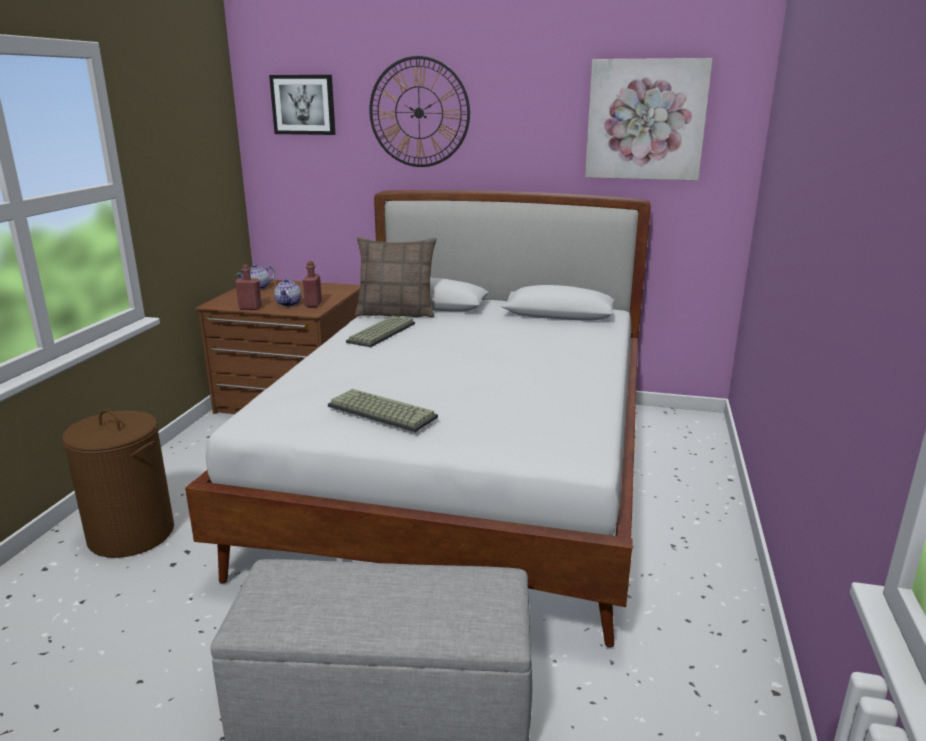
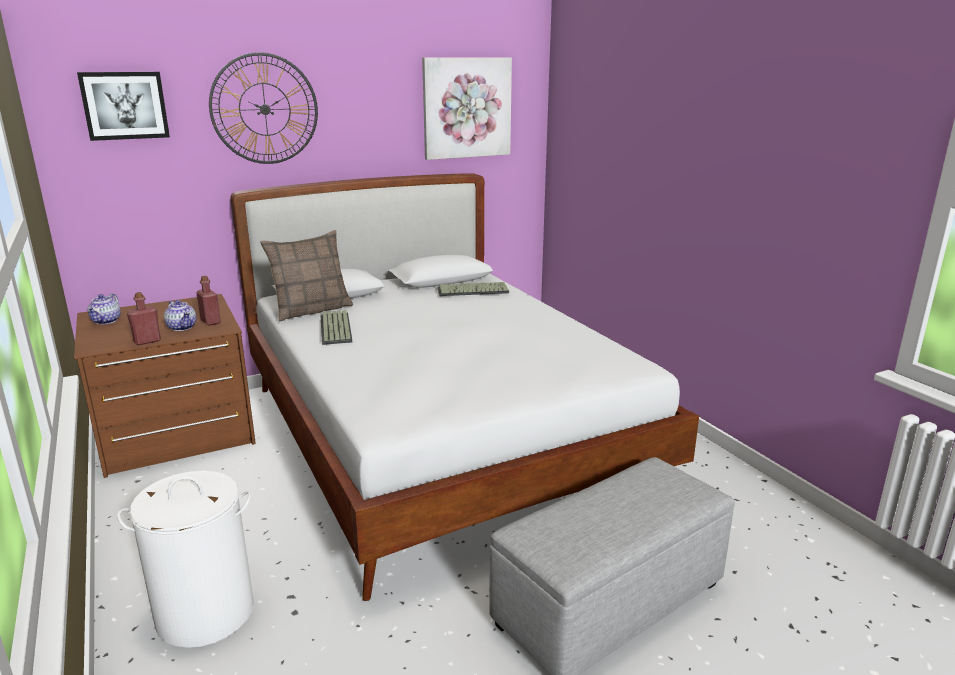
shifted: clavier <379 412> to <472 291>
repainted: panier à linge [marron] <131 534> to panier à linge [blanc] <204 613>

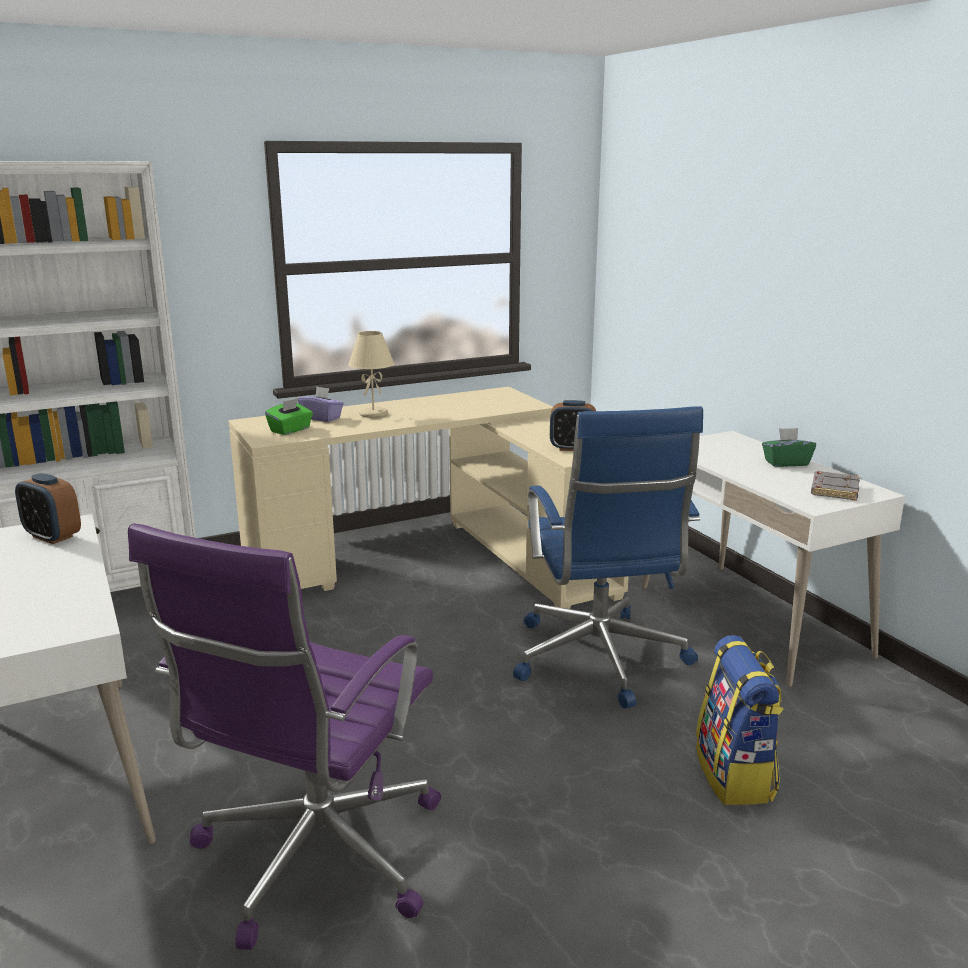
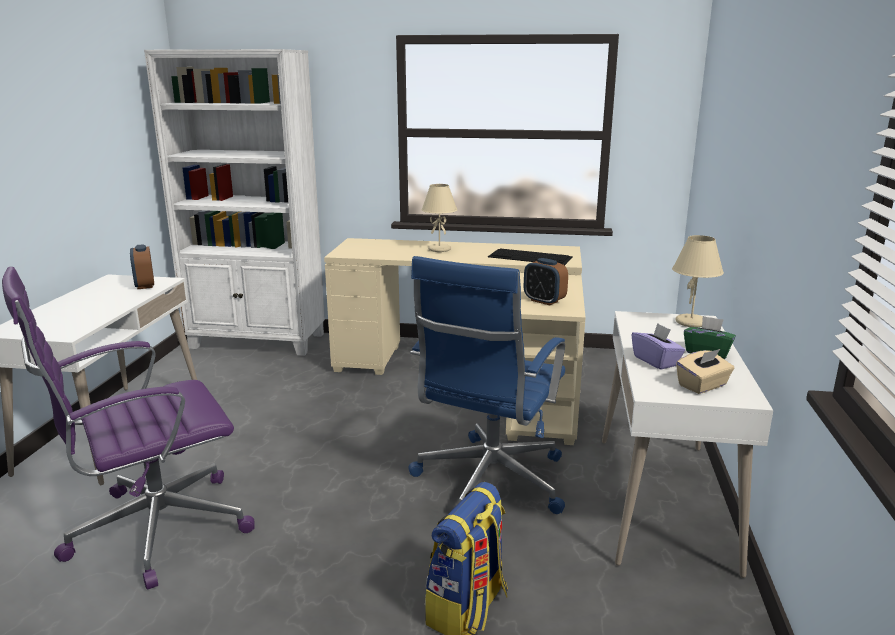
gone: boîte à mouchoirs [vert] <290 430>
new: lampe de table [beige] <691 323>; clavier <531 257>
shifted: boîte à mouchoirs [violet] <322 418> to <656 361>
swapped: livre [gris] <833 490> to boîte à mouchoirs [beige] <703 385>

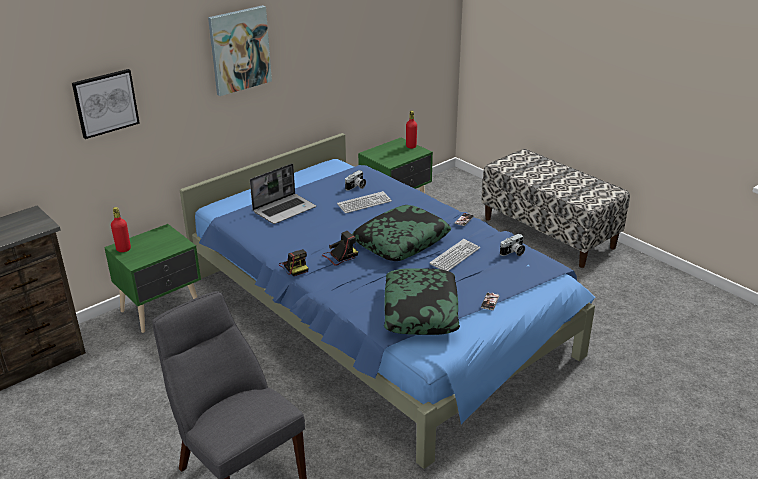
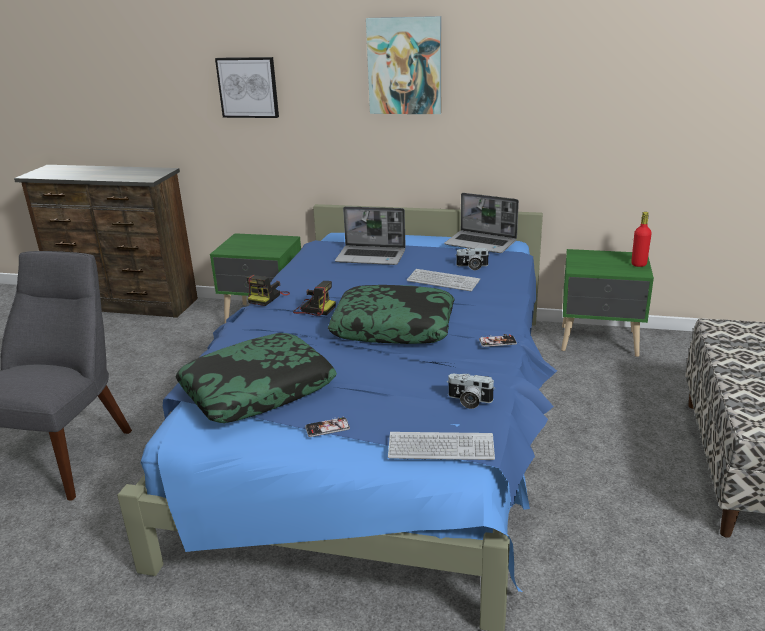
gone: bouteille [rouge] <123 249>
new: ordinateur portable <481 243>
shifted: clavier <455 256> to <441 448>

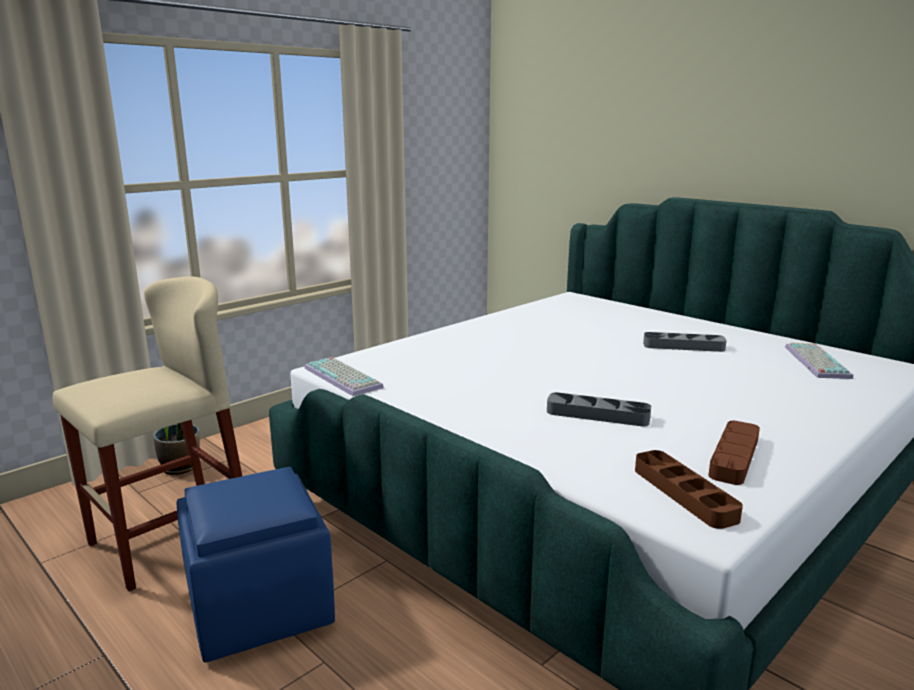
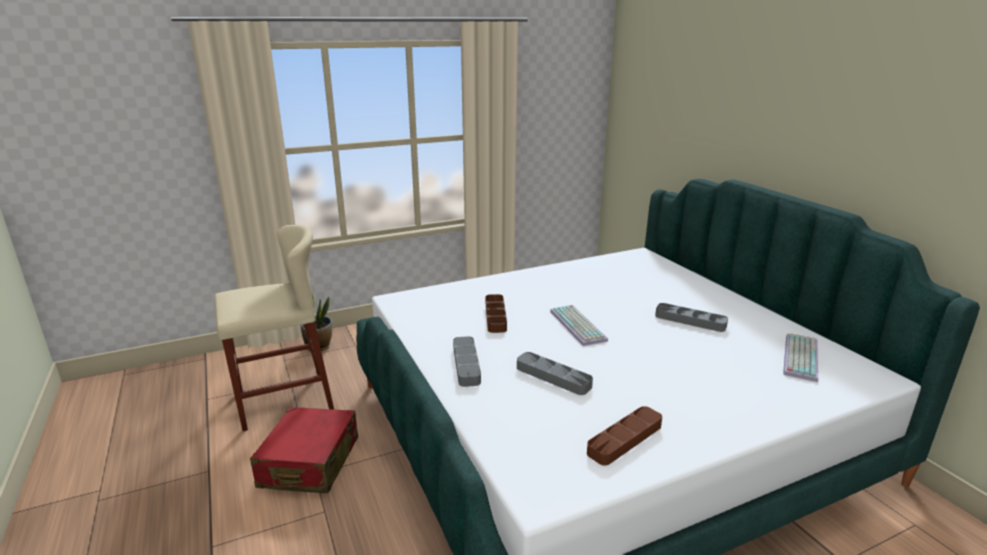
new: plateau [gris] <466 364>
shifted: clavier <344 377> to <579 326>; plateau [marron] <684 493> to <495 316>
swapped: pouf [bleu] <261 608> to valise [rouge] <309 463>

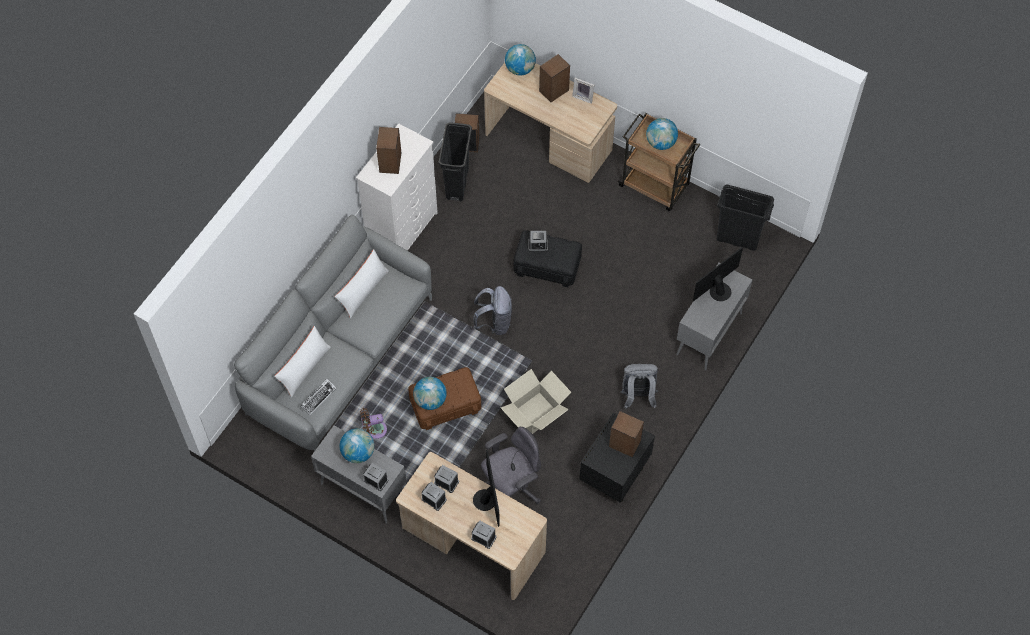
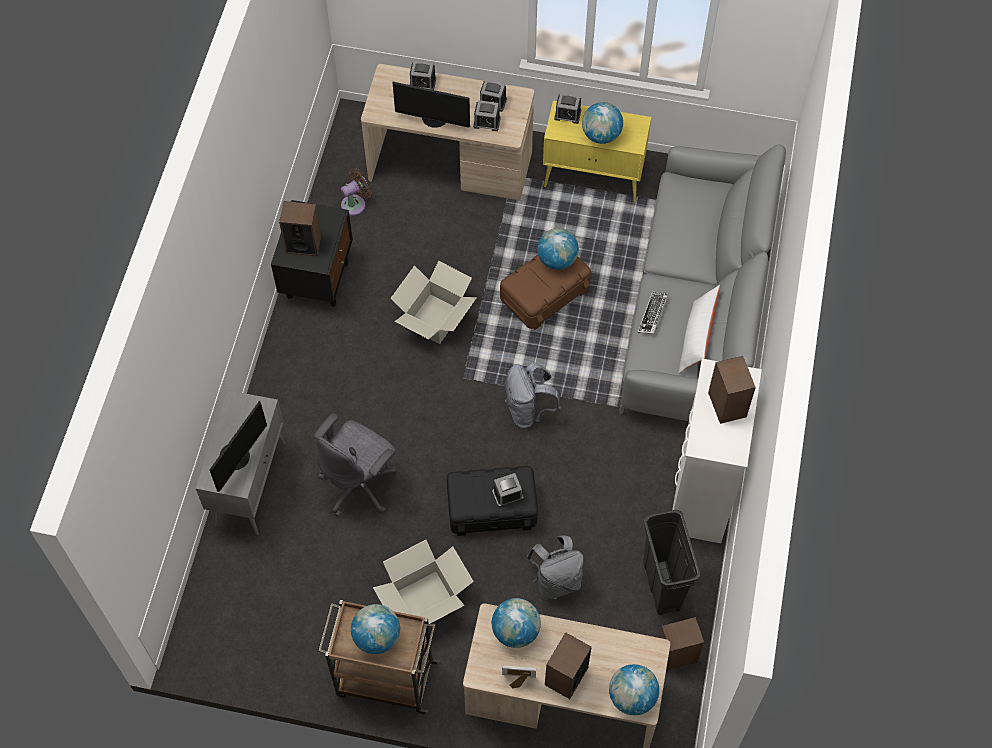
gone: poubelle [noir] <738 239>; coussin [blanc] <304 368>
new: carton <424 598>; globe <516 631>
shifted: sac à dos [gris] <638 396> to <556 580>; clavier <318 398> to <653 315>; ventilateur [marron] <374 430> to <356 204>; chaise de bureau [gris] <512 487> to <359 484>
repainted: meuble de rangement [gris] <362 489> to meuble de rangement [jaune] <594 178>
rotated: écran d'ordinateur <487 499> = <434 119> 45 degrees counterclockwise

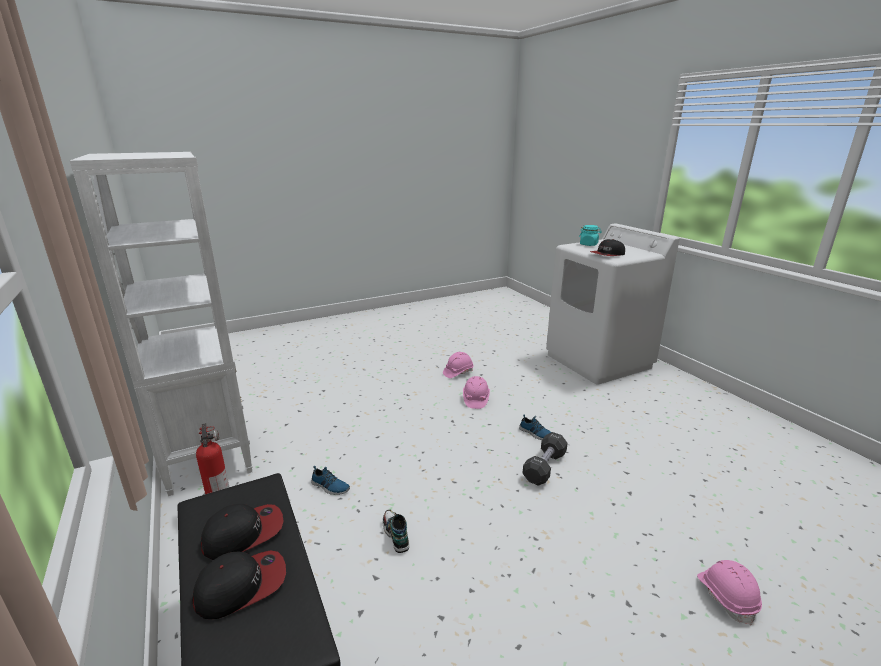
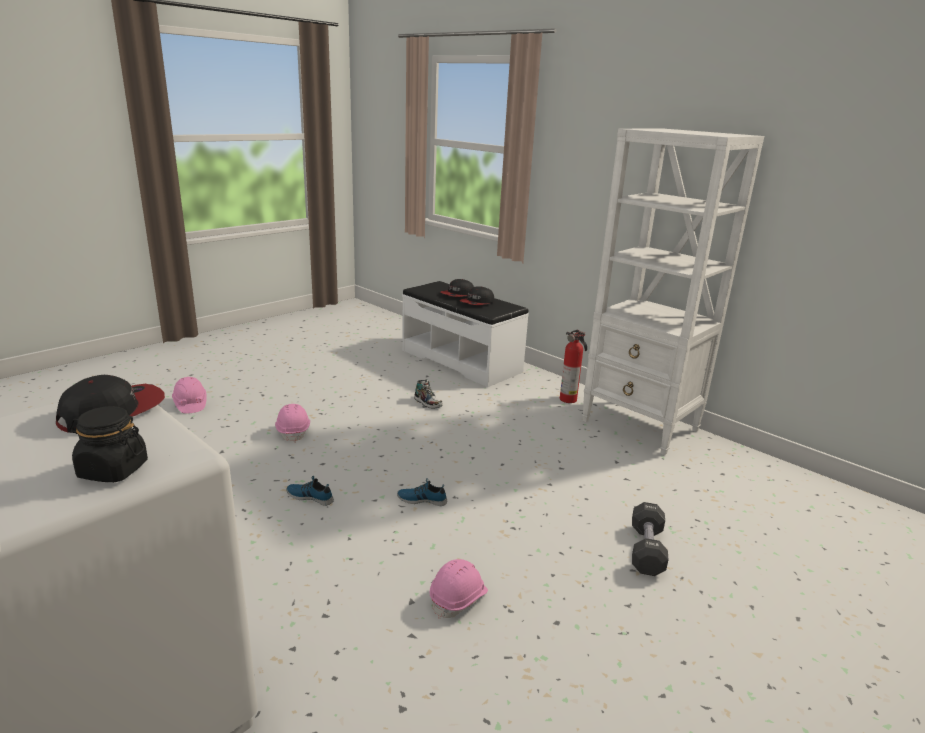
shifted: casque de chantier [rose] <475 399> to <293 431>; haltère [noir] <544 467> to <646 550>; chaussure <330 487> to <422 499>
repainted: bocal [turquoise] <589 244> to bocal [noir] <112 470>

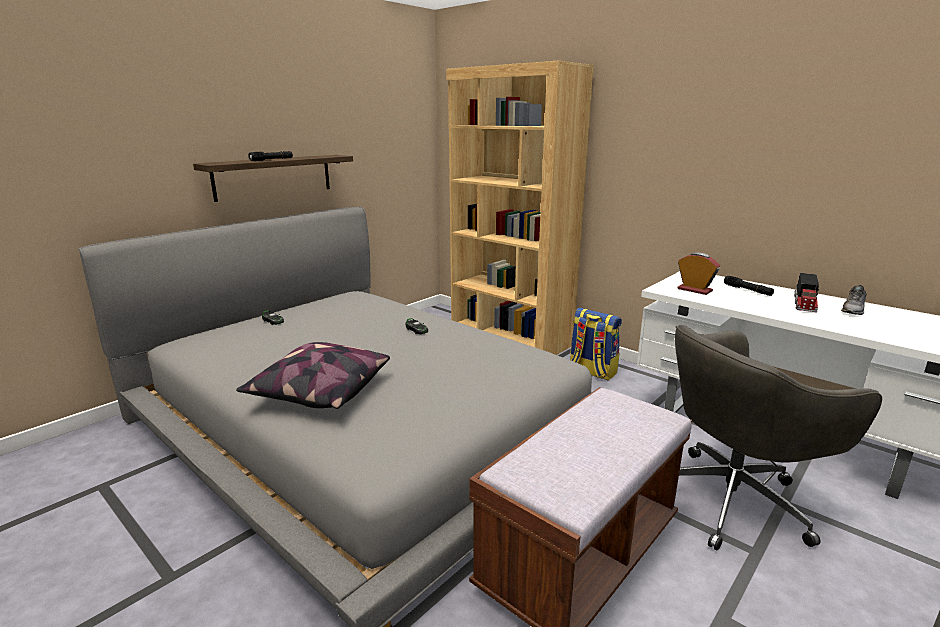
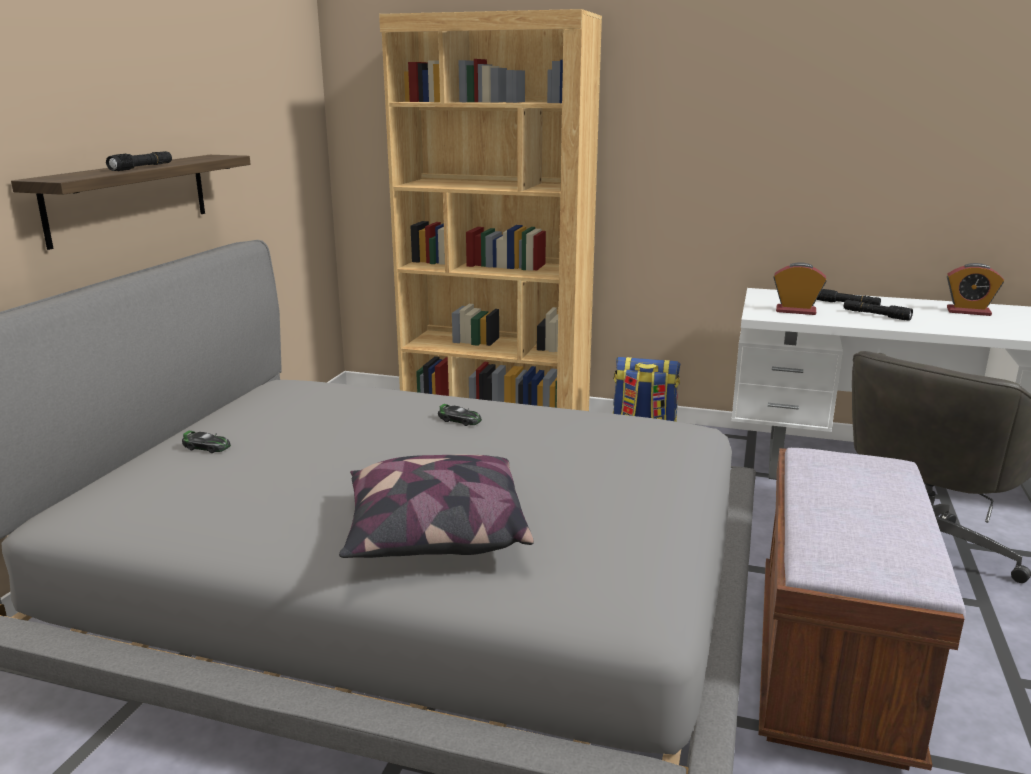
gone: camion jouet <804 303>
new: lampe de poche [noir] <876 315>
swapped: chaussure [gris] <853 310> to réveil <968 312>

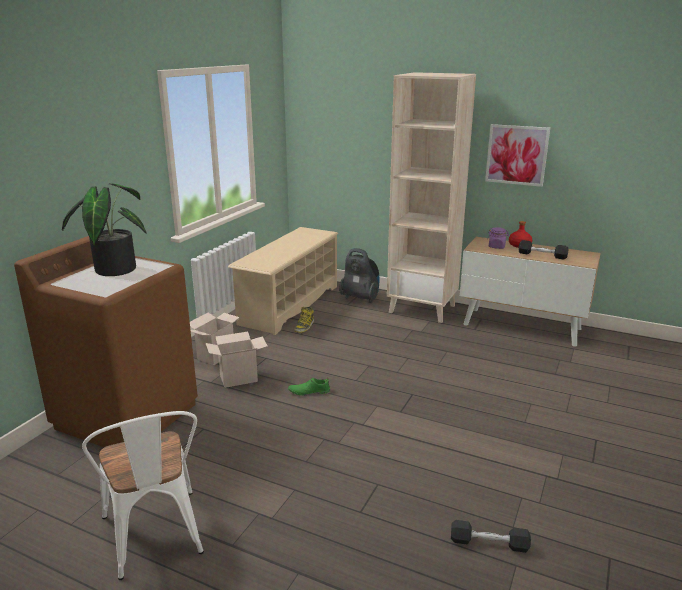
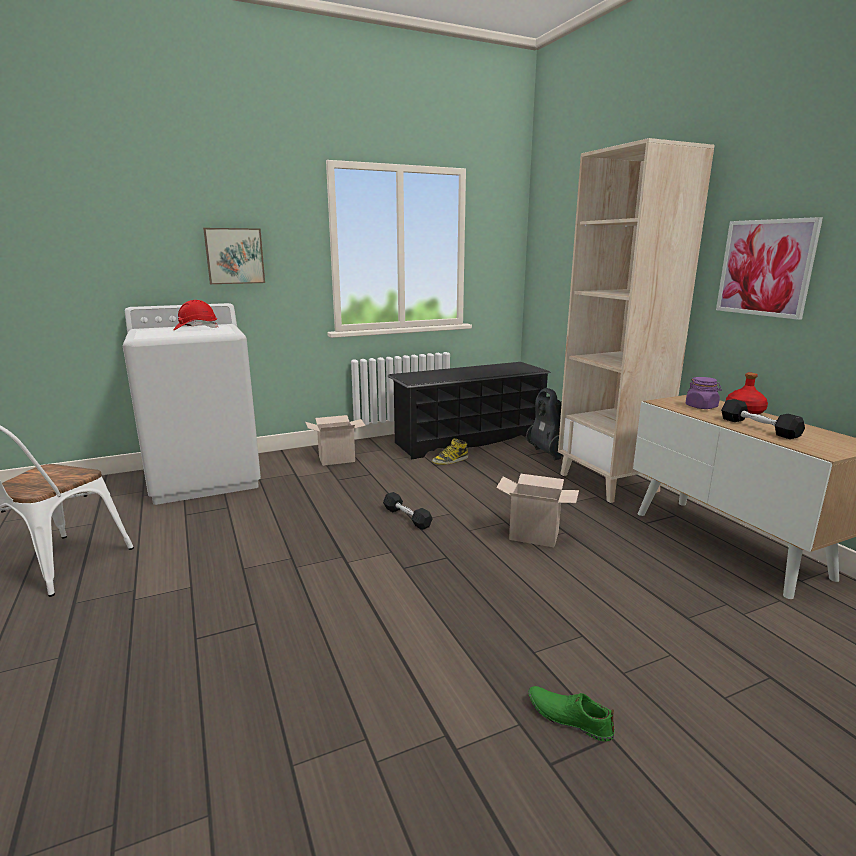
new: tableau <234 256>
shifted: carton <239 378> to <535 535>; chaussure [vert] <309 391> to <569 717>; haltère [noir] <489 543> to <407 517>
swapped: plante en pot <113 268> to casque de chantier [rouge] <196 329>
repainted: étagère à chaussures [beige] <289 305> to étagère à chaussures [noir] <469 440>; lave-linge [marron] <127 415> to lave-linge [blanc] <205 477>

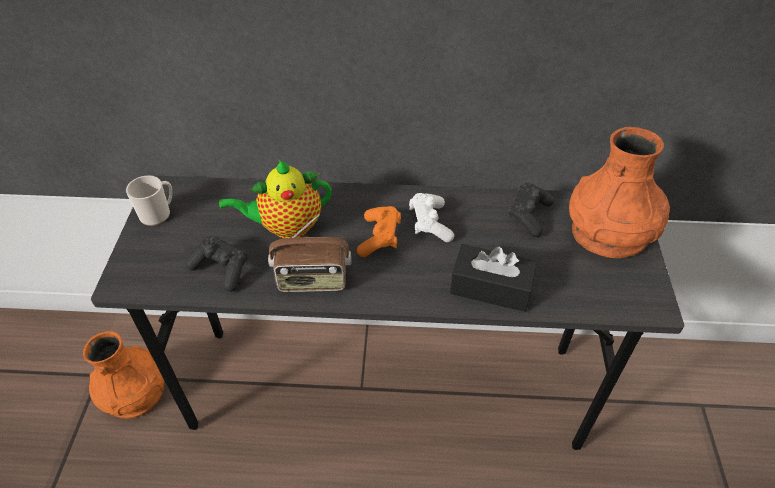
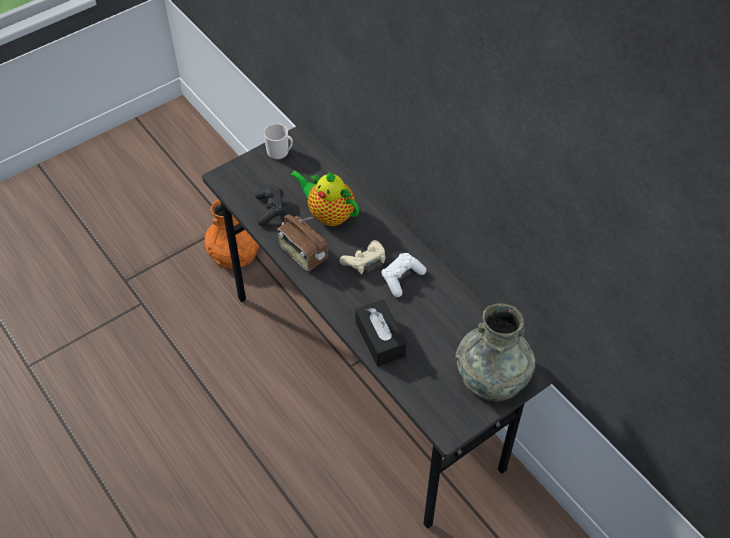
gone: manette [noir] <528 216>
repainted: vase [orange] <609 233> to vase [gris] <492 376>; manette [orange] <379 238> to manette [beige] <365 262>

